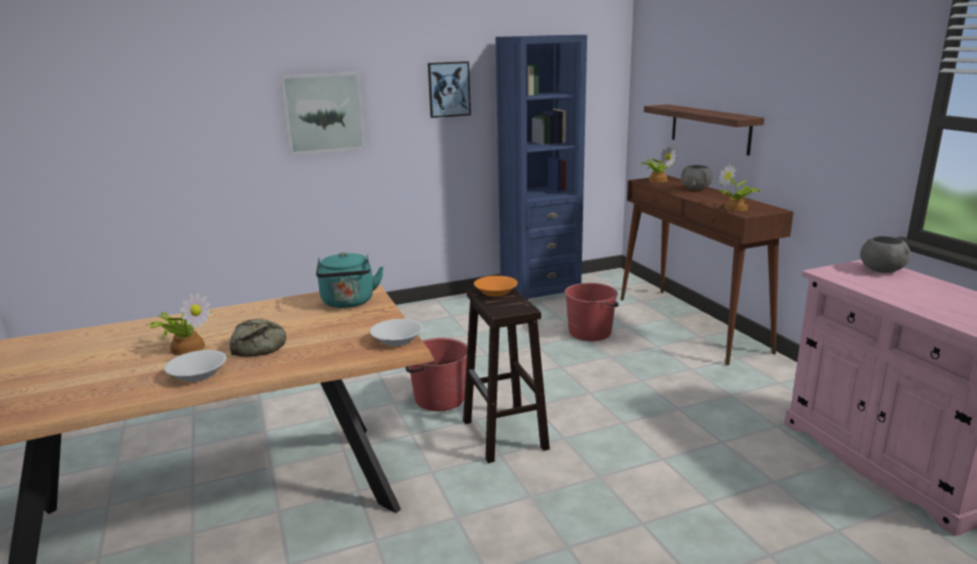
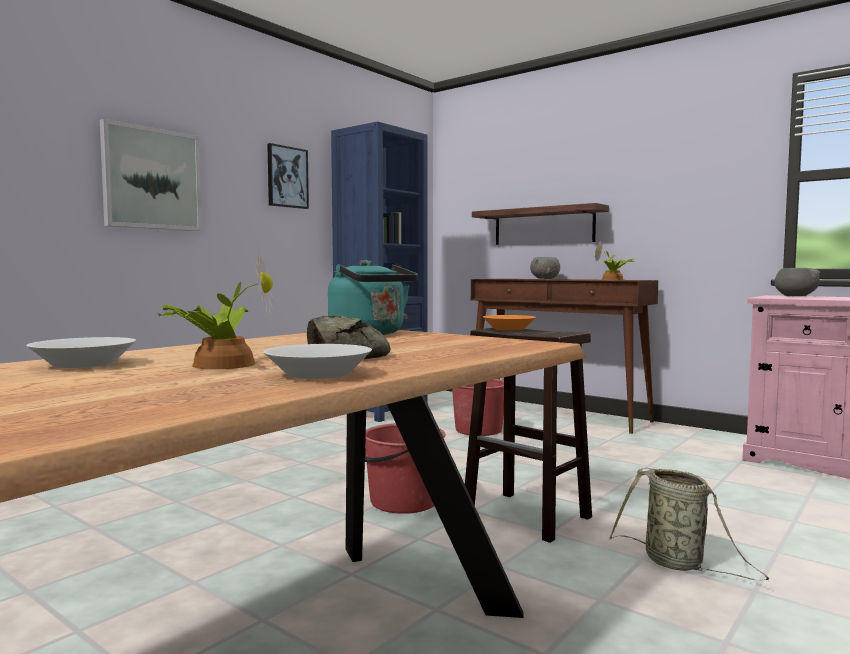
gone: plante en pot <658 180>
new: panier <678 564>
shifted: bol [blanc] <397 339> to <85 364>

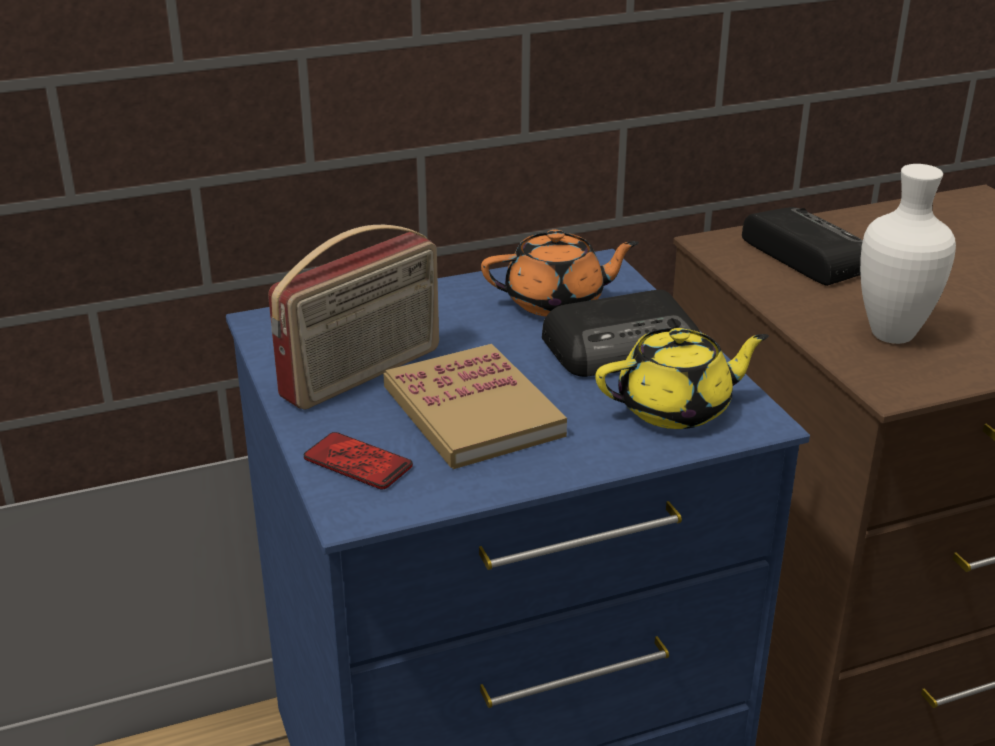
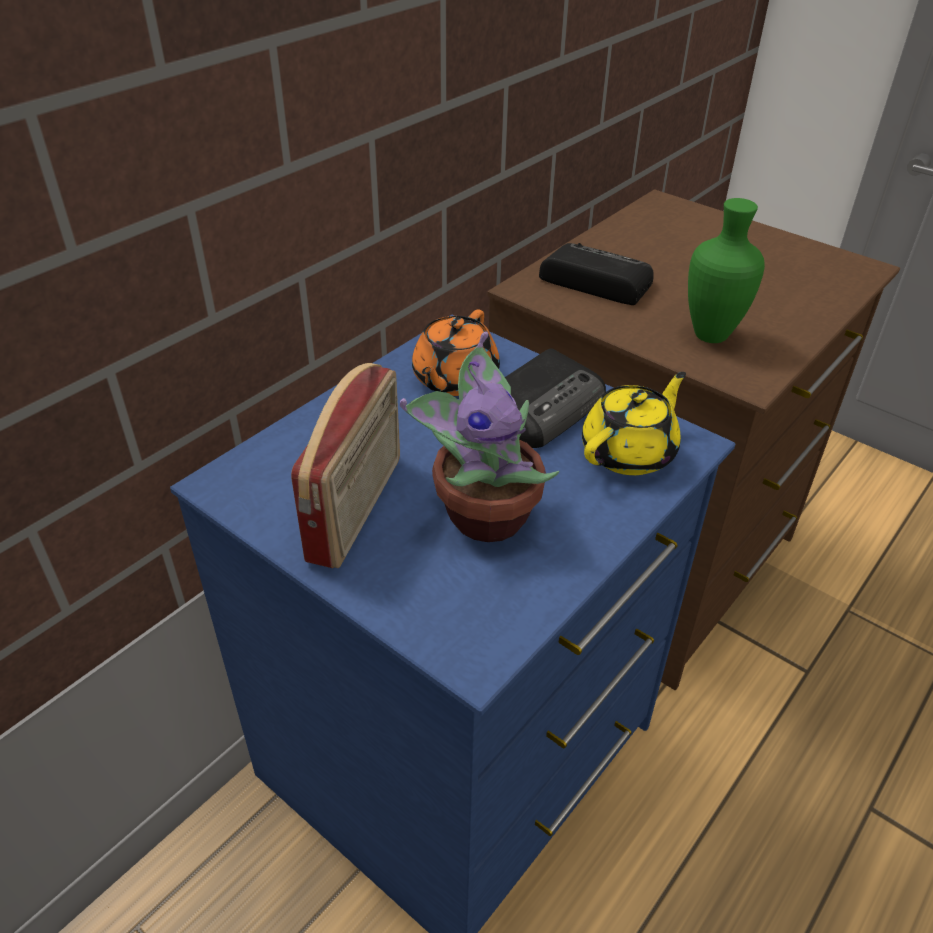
gone: téléphone <358 462>
swapped: livre <472 411> to plante en pot <482 514>
repainted: vase [blanc] <890 335> to vase [vert] <710 336>
rotated: théière [orange] <556 302> = <454 379> 150 degrees clockwise

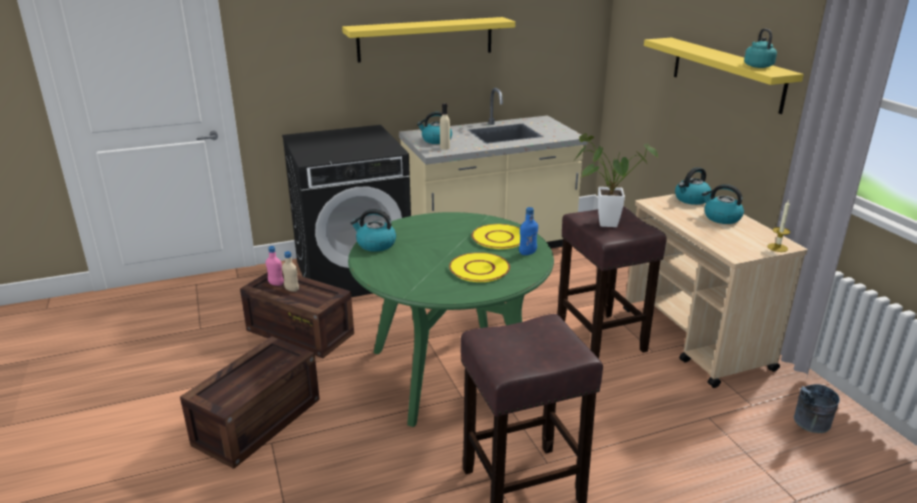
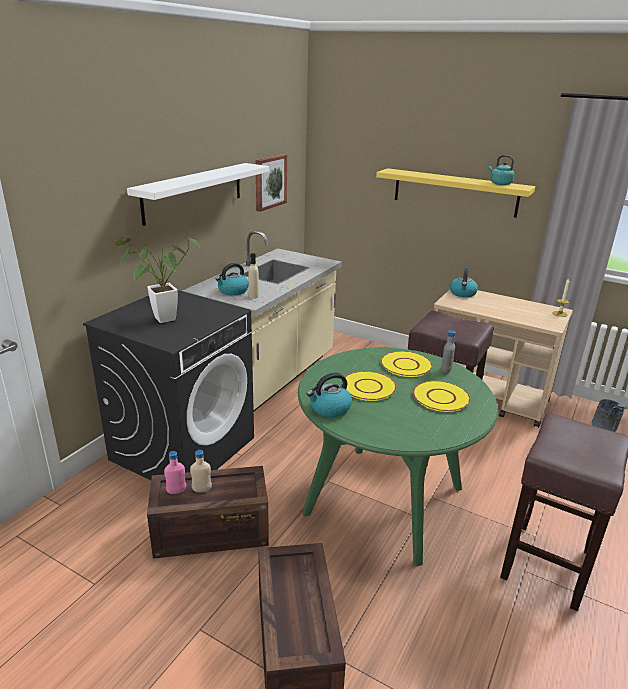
gone: bouilloire <721 218>
new: tableau <270 182>; assiette [jaune] <368 387>
shifted: plante en pot <602 223> to <160 320>
repainted: étagère [jaune] <425 39> to étagère [blanc] <194 192>; bouteille [bleu] <527 253> to bouteille [gris] <445 370>

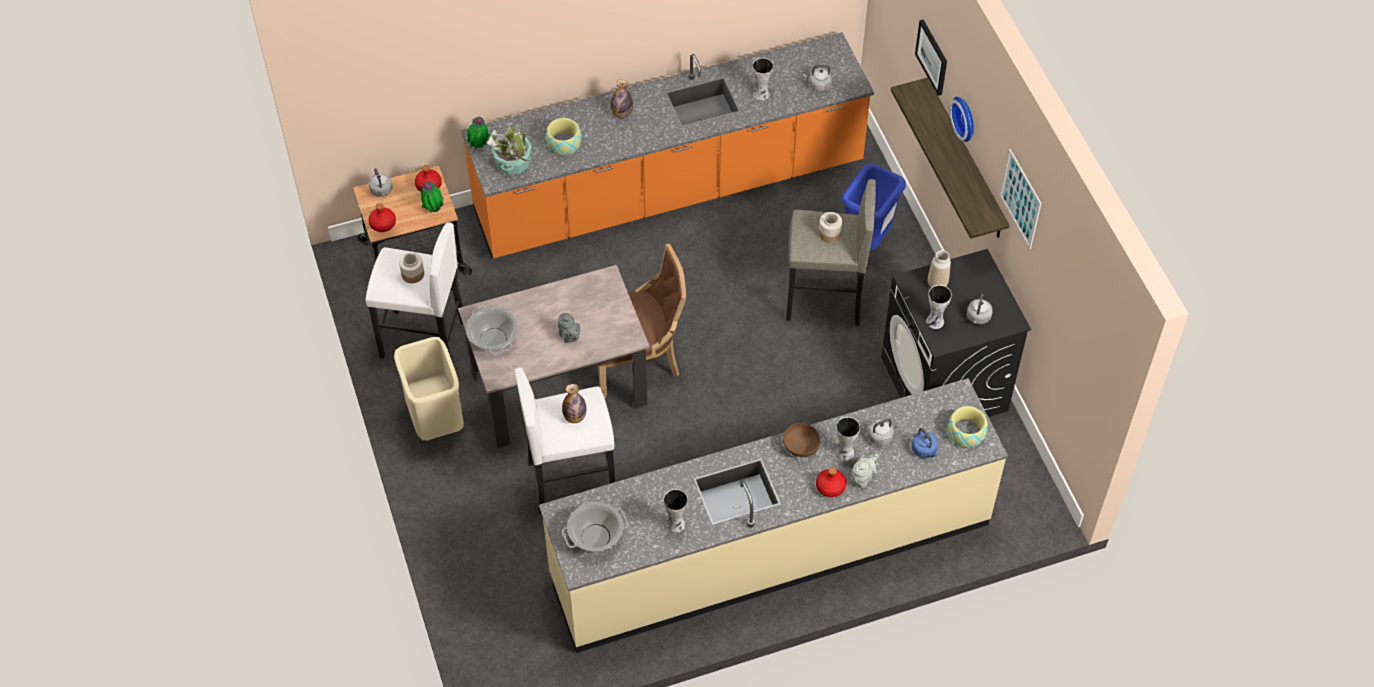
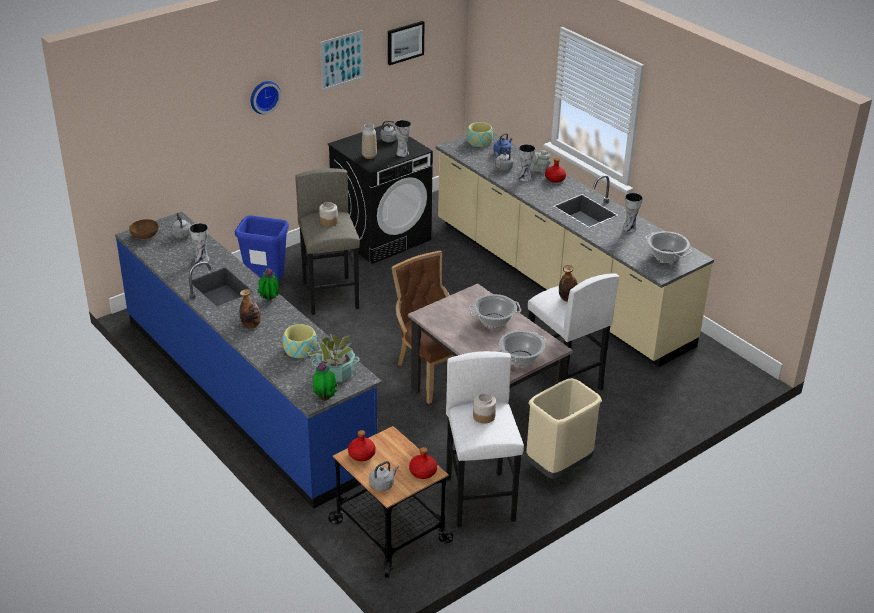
gone: étagère <965 160>
shifted: tableau <932 57> to <405 42>; plante en pot <433 209> to <269 300>; bol [marron] <800 446> to <145 236>
swapped: théière [gris] <569 337> to marmite <494 321>
repainted: comptoir de cuisine [orange] <670 190> to comptoir de cuisine [bleu] <246 392>

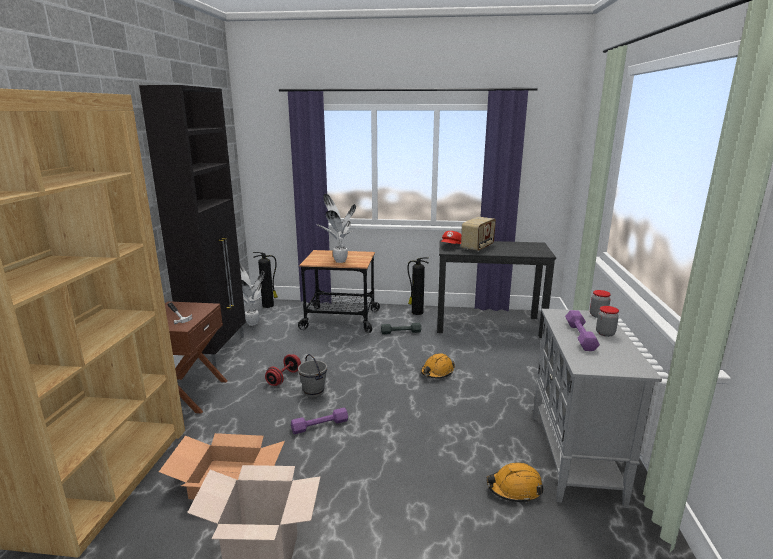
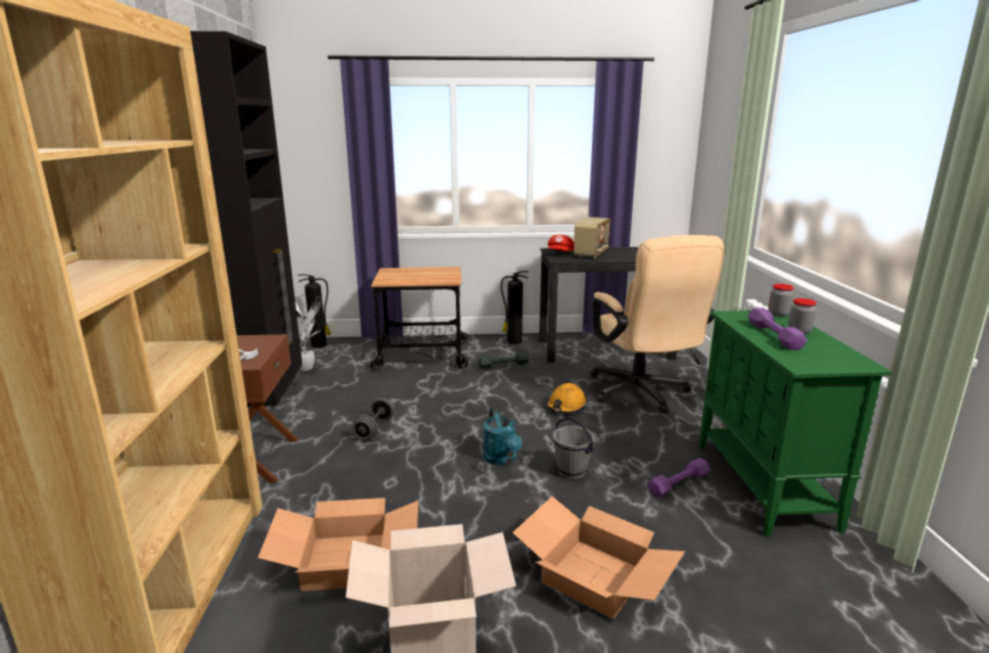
gone: plante en pot <339 261>; casque de chantier [orange] <514 489>
new: chaise de bureau [beige] <642 394>; arrosoir [turquoise] <502 460>; carton <592 577>
shifted: seau [gris] <314 392> to <572 471>; haltère [violet] <320 425> to <678 483>
repainted: meuble de rangement [gris] <575 458> to meuble de rangement [vert] <764 485>; haltère [rouge] <284 378> to haltère [gris] <374 429>

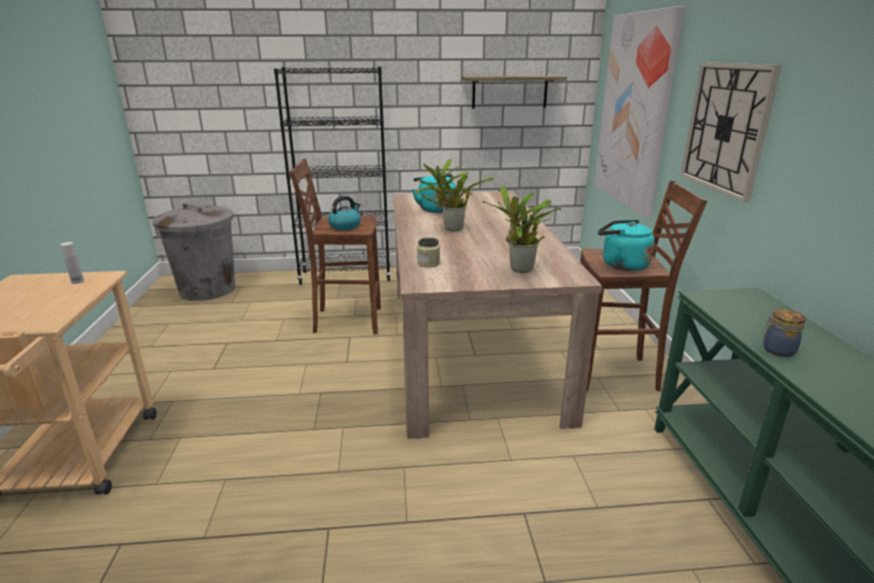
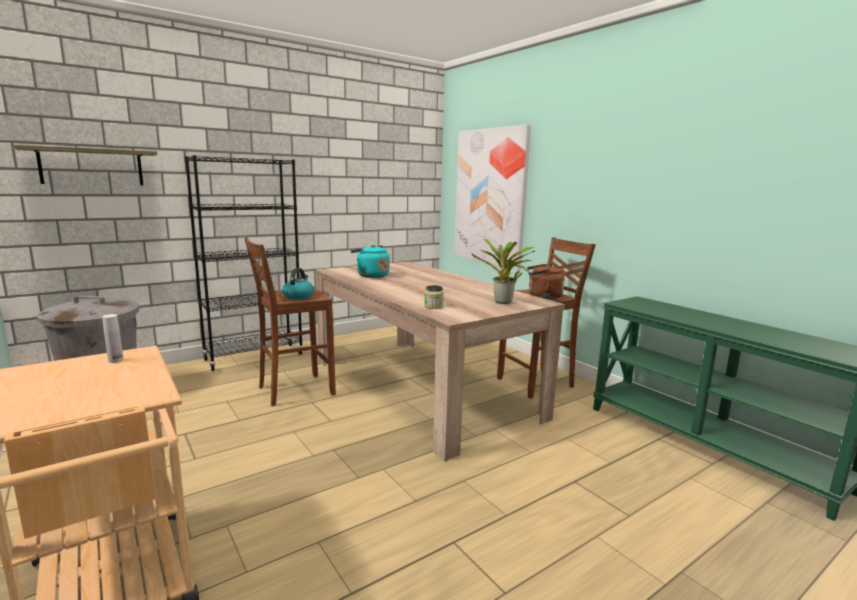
gone: horloge murale <726 128>; plante en pot <450 229>; bocal <777 350>
shifted: étagère <509 92> to <92 167>
repainted: bouilloire [turquoise] <621 265> to bouilloire [marron] <542 297>

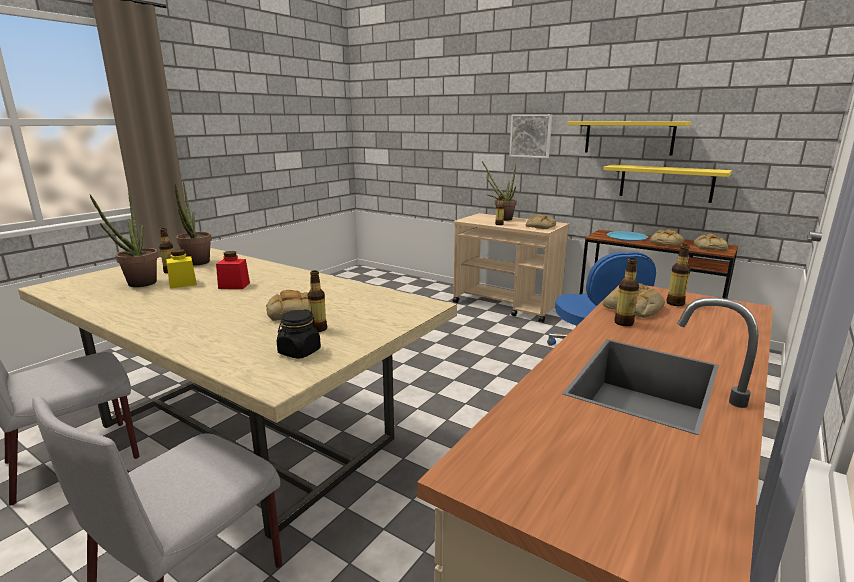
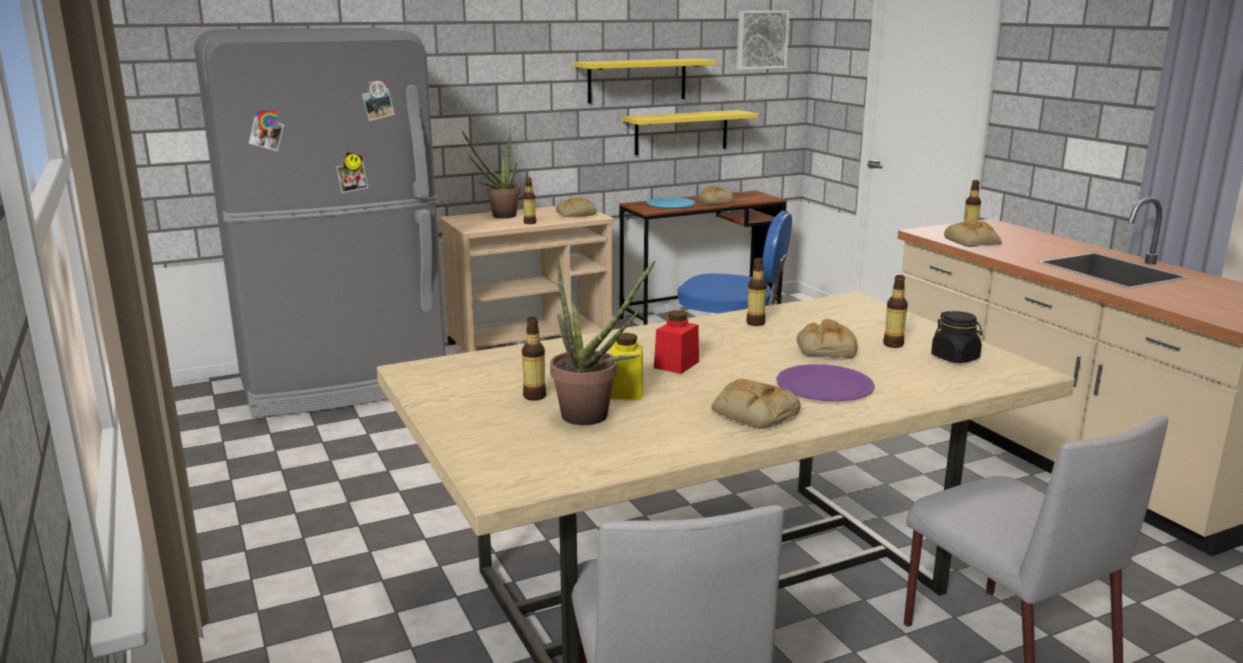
gone: plante en pot <196 264>
new: réfrigérateur [gris] <344 381>; assiette [violet] <824 386>
shifted: tableau <531 136> to <761 39>; pain <709 247> to <753 413>; bouteille <623 323> to <755 323>

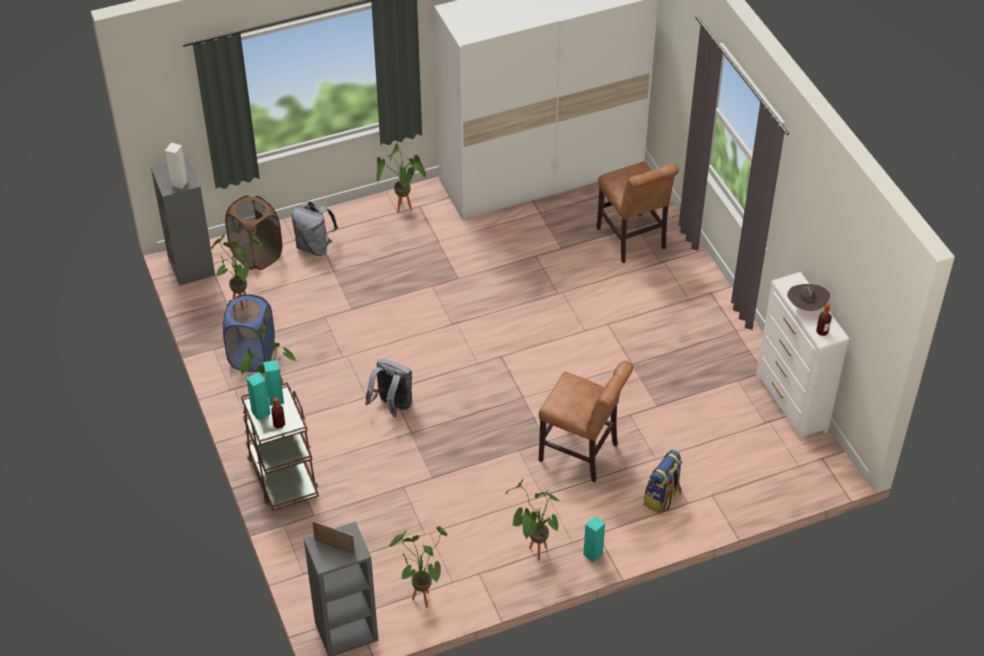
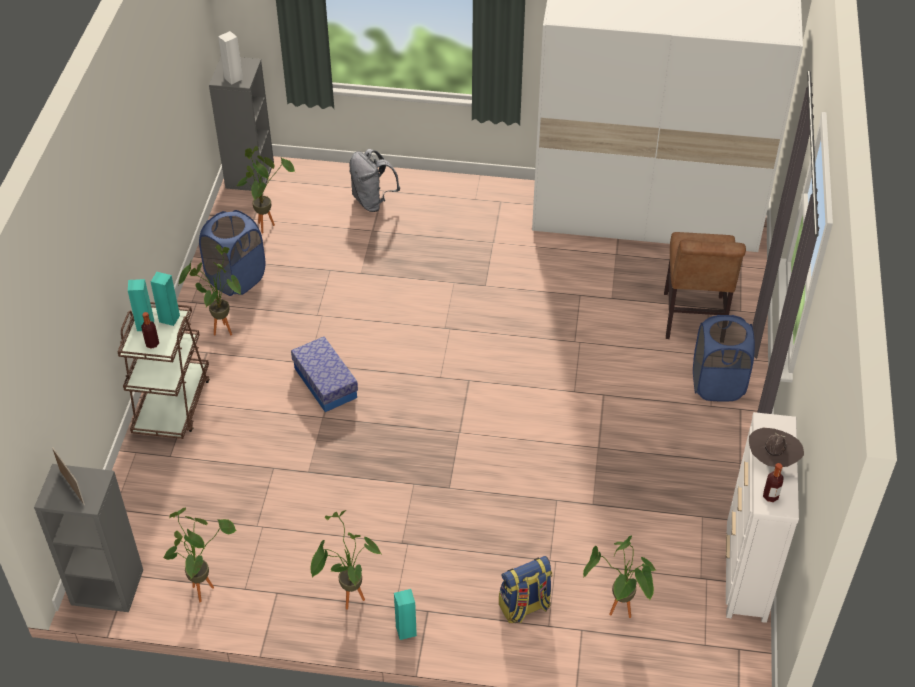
gone: panier à linge [marron] <256 255>; chaise [marron] <582 454>
new: panier à linge [bleu] <717 384>
shifted: plante en pot <403 210> to <618 615>
swapped: sac à dos [gris] <392 406> to boîte de rangement <325 383>

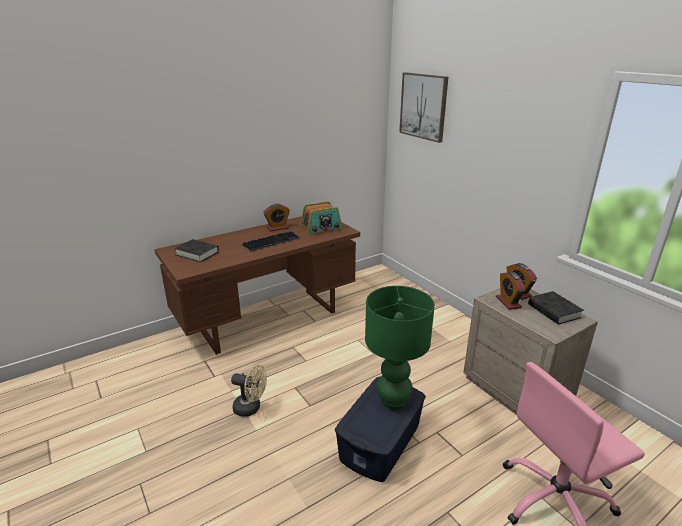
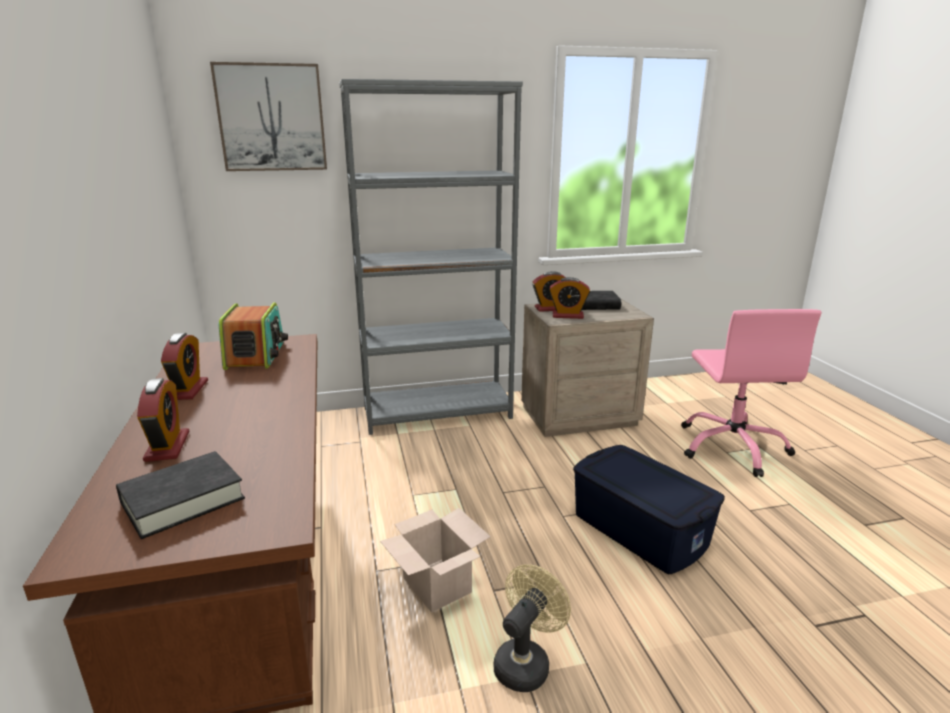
gone: clavier <271 242>; lampe de table [vert] <393 401>
new: bibliothèque [gris] <437 413>; réveil <167 446>; carton <435 584>

